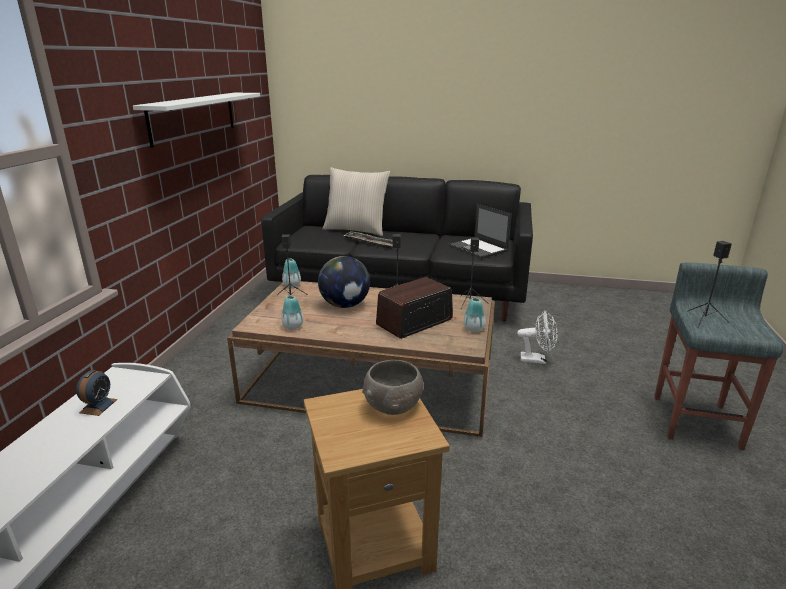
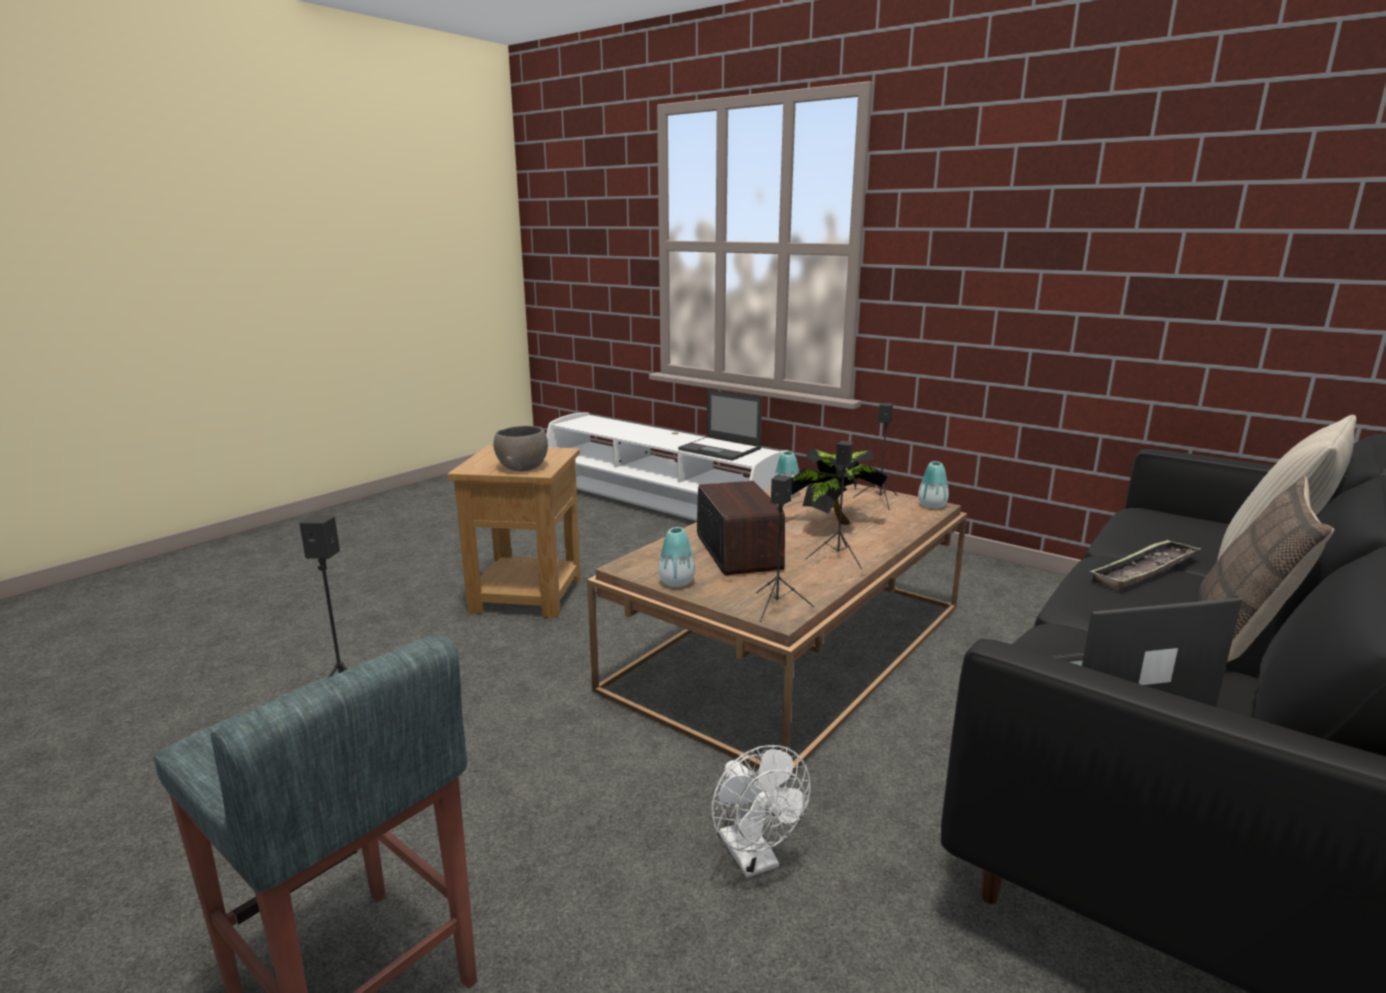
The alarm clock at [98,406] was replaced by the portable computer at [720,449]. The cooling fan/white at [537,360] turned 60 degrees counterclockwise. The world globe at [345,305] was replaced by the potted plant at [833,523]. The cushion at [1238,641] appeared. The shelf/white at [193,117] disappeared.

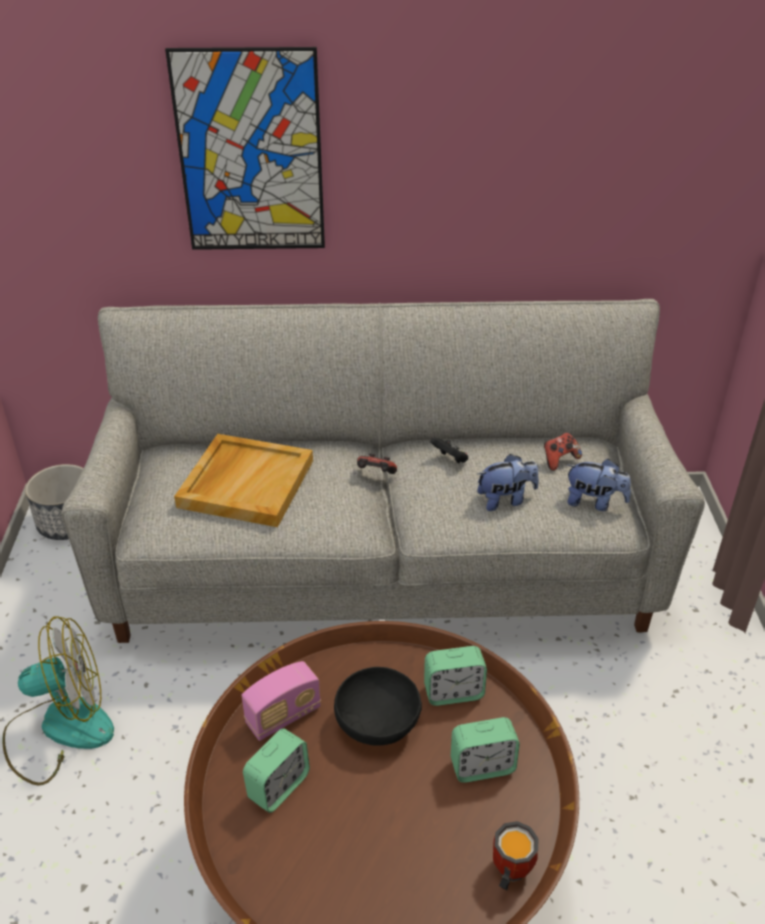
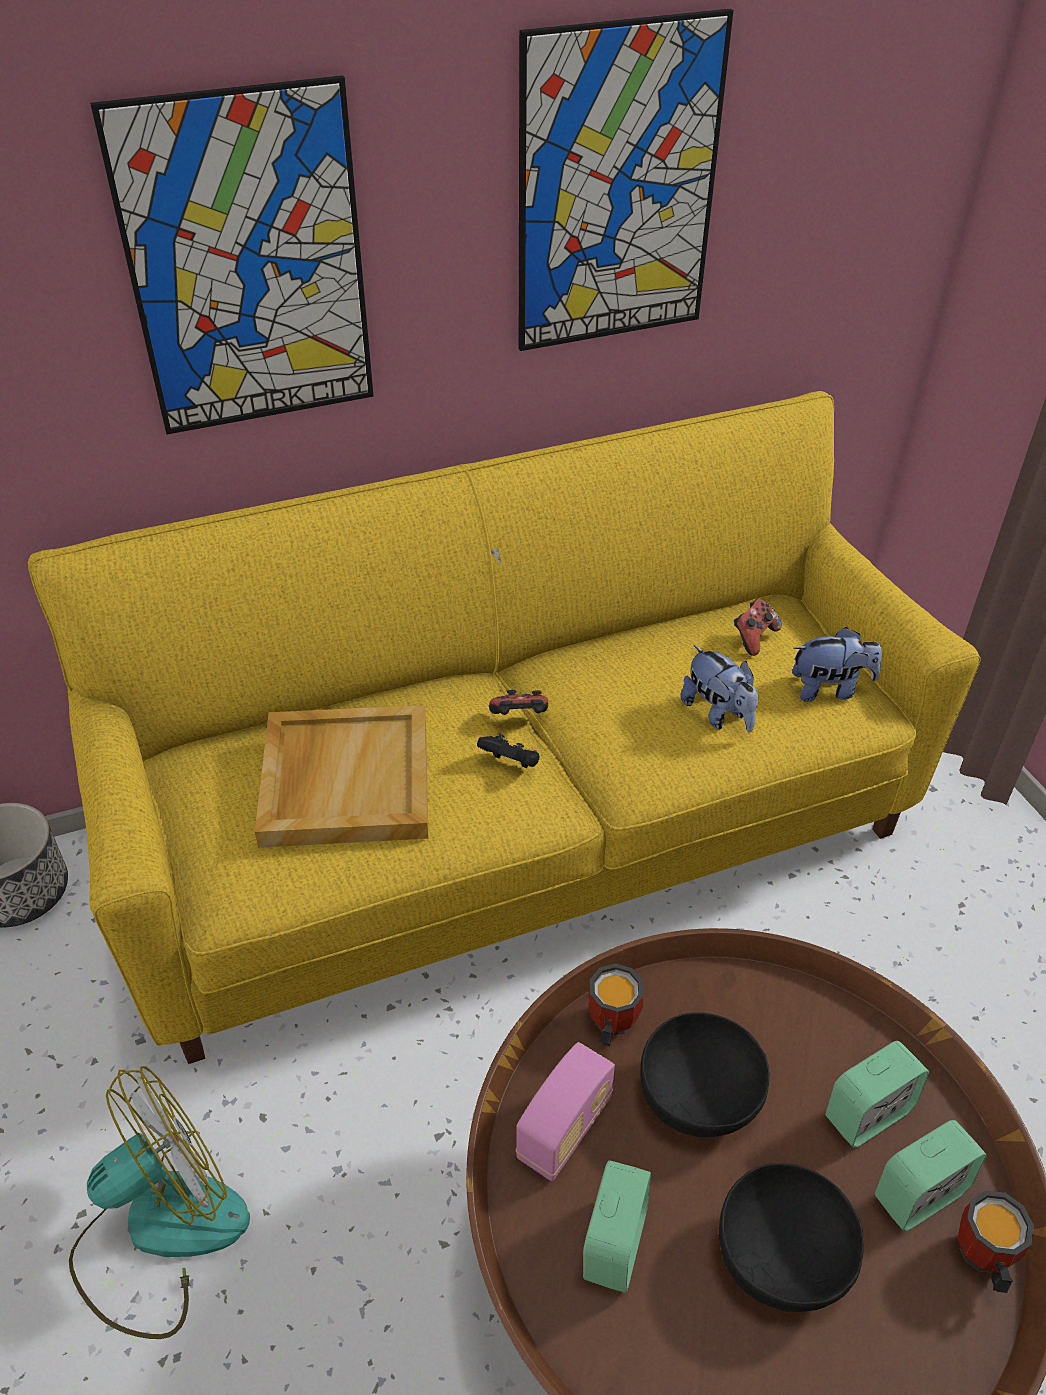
The settee/grey at [382,568] became the settee/yellow at [521,839]. The joypad/blackish moved from [450,459] to [511,763]. The wall picture at [617,189] appeared. The coffee mug at [608,1025] appeared. The cuddly toy at [505,500] turned 90 degrees clockwise. The deep dish/blackish at [783,1254] appeared. The alarm clock moved from [453,692] to [919,1194].

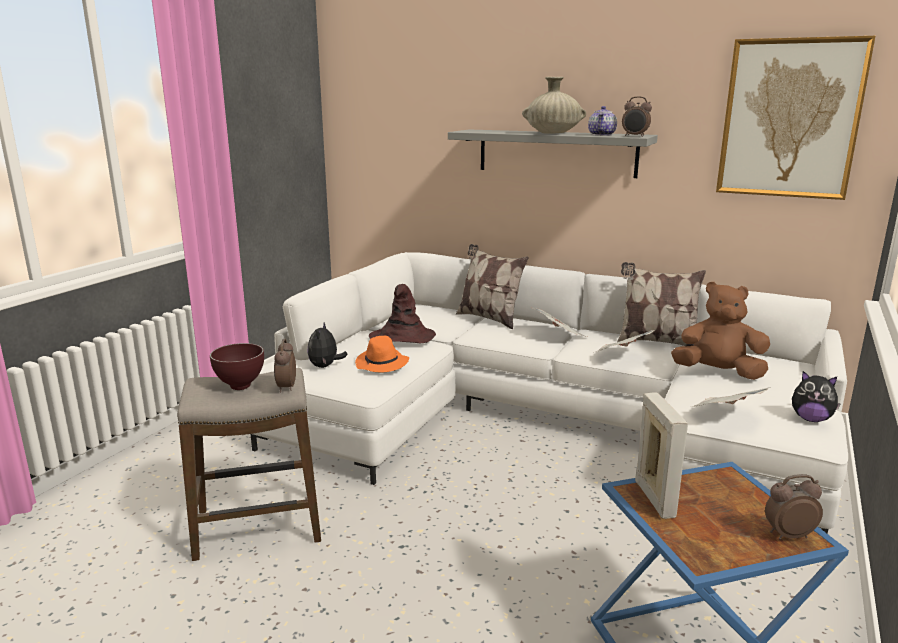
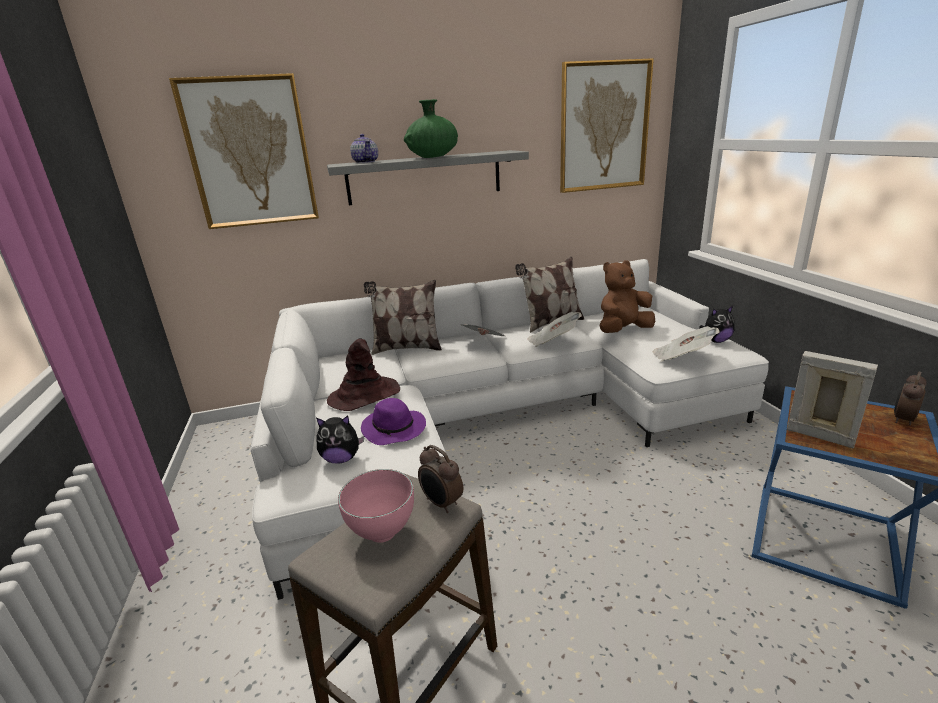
The wall picture at [250,153] appeared. The cuddly toy at [325,366] turned 60 degrees counterclockwise. The deep dish/brown at [240,386] became the deep dish/pink-coloured at [381,533]. The pot for tea moved from [602,135] to [366,162]. The wearable hat/orangey at [382,364] became the wearable hat/purple at [395,429]. The flower vase/sand-coloured at [553,133] became the flower vase/green-coloured at [433,157]. The alarm clock at [635,136] disappeared.

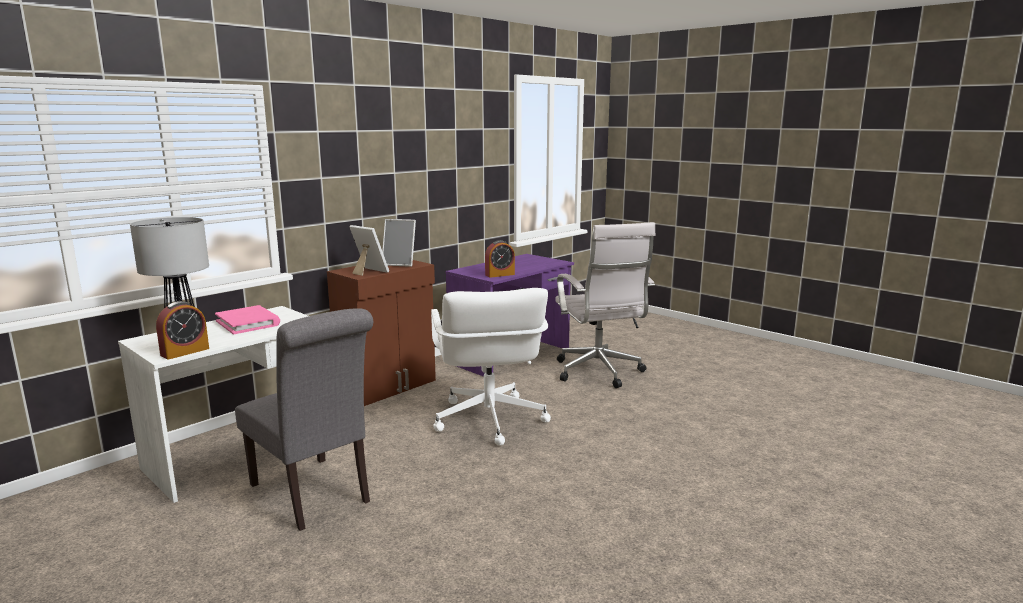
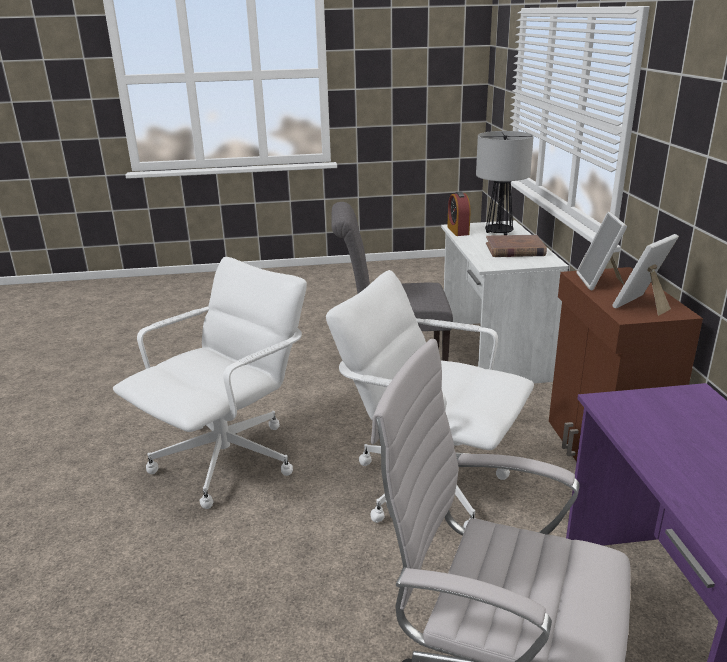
The office chair/white at [228,460] appeared. The book/pink-coloured at [248,323] became the book/brown at [515,249]. The standing frame at [368,272] turned 105 degrees clockwise. The alarm clock at [500,275] disappeared.

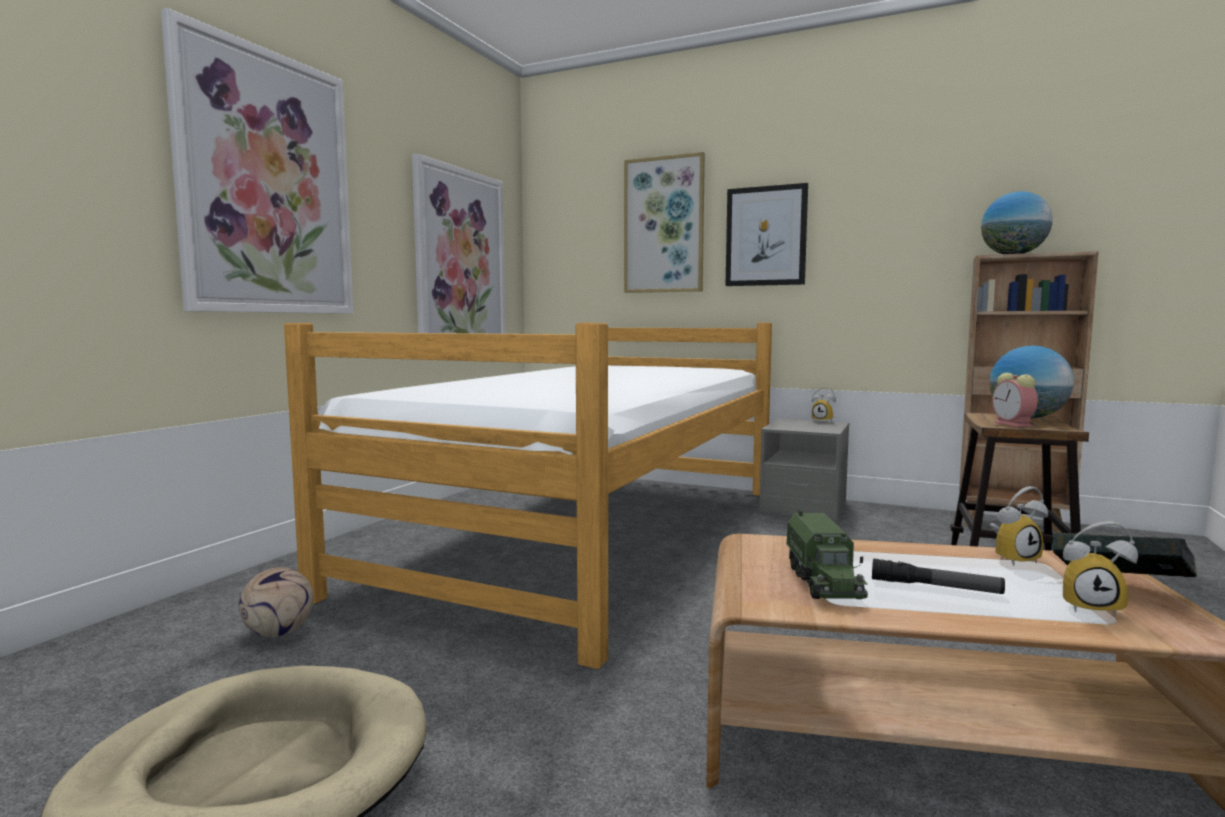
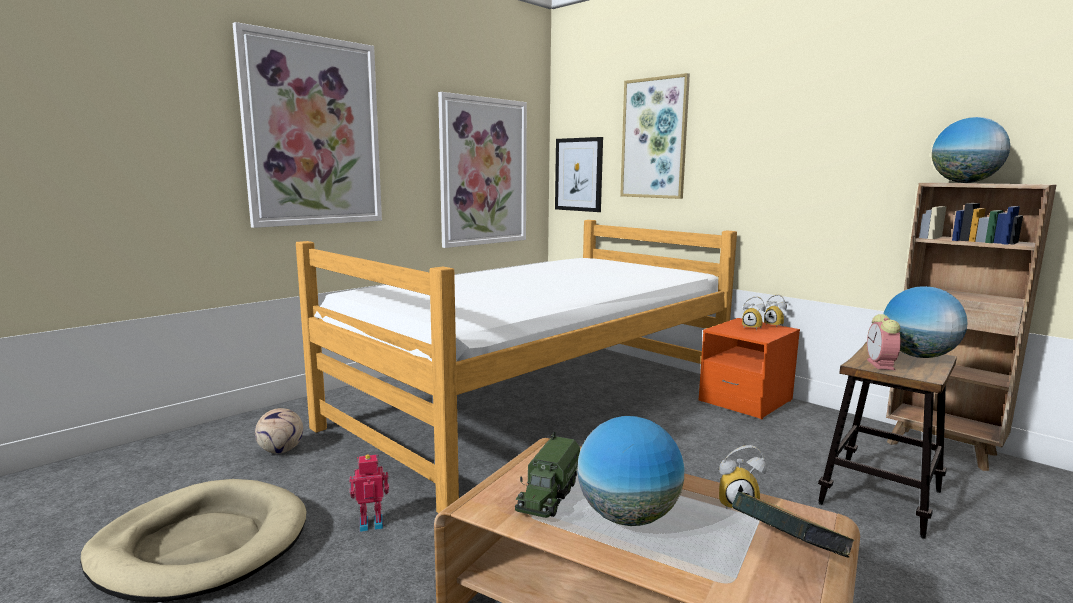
The robot figure at [371,523] appeared. The wall picture moved from [766,236] to [579,174]. The torch at [935,587] was replaced by the world globe at [627,517]. The nightstand/grey at [803,507] became the nightstand/orangey at [745,401]. The alarm clock moved from [1091,607] to [753,327].

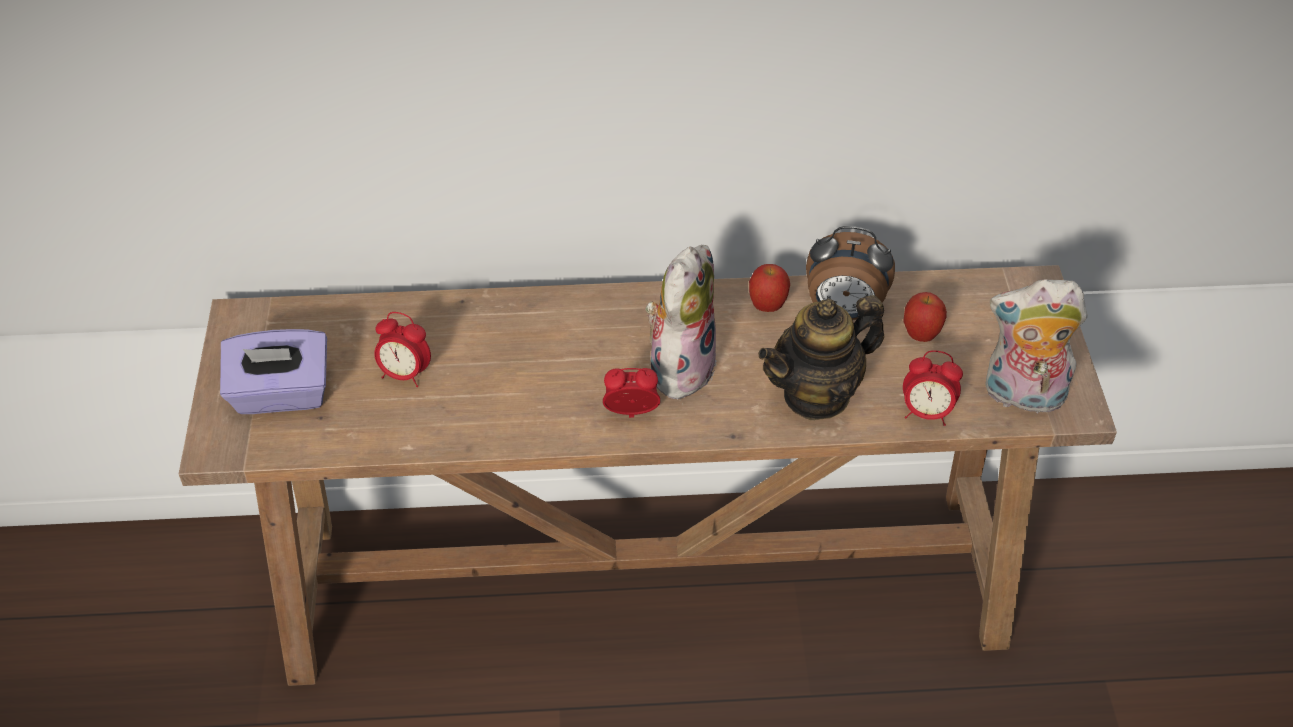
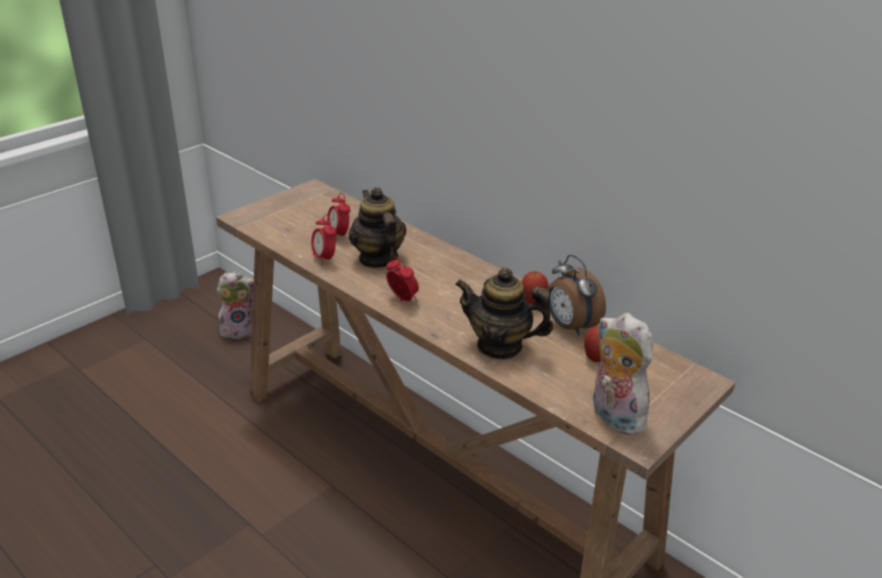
The cuddly toy moved from [680,366] to [239,329]. The alarm clock moved from [926,413] to [324,258]. The pot for tea at [377,258] appeared. The tissue holder/purple at [281,395] disappeared.

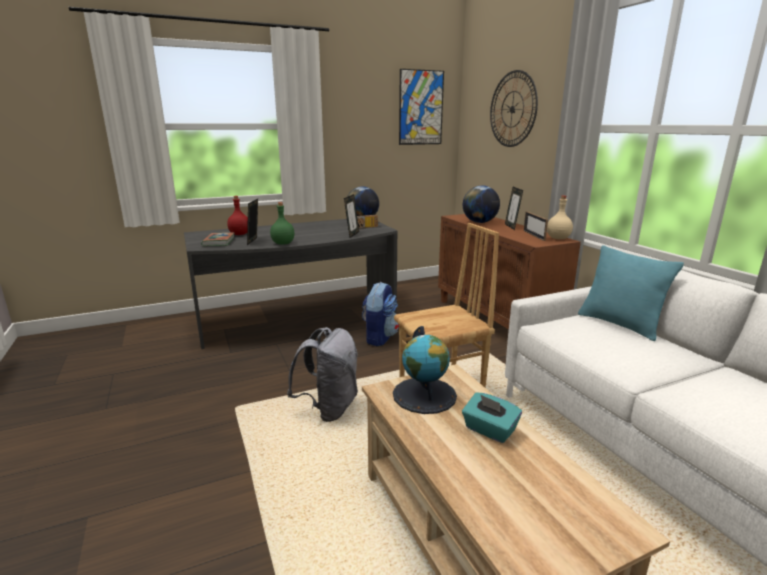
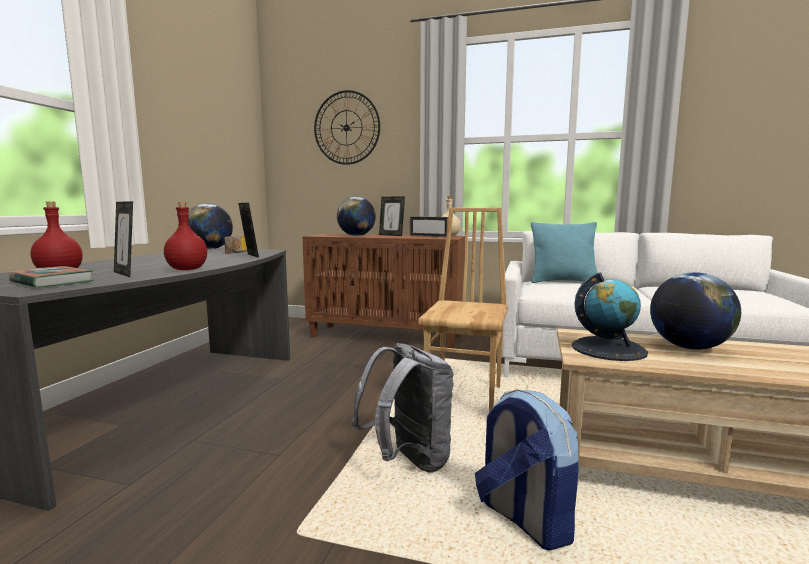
The bottle/green-coloured at [283,243] became the bottle/red-coloured at [187,269]. The backpack moved from [379,337] to [523,519]. The tissue holder/blue-green at [489,430] was replaced by the world globe at [689,347]. The wall picture at [421,108] disappeared.

